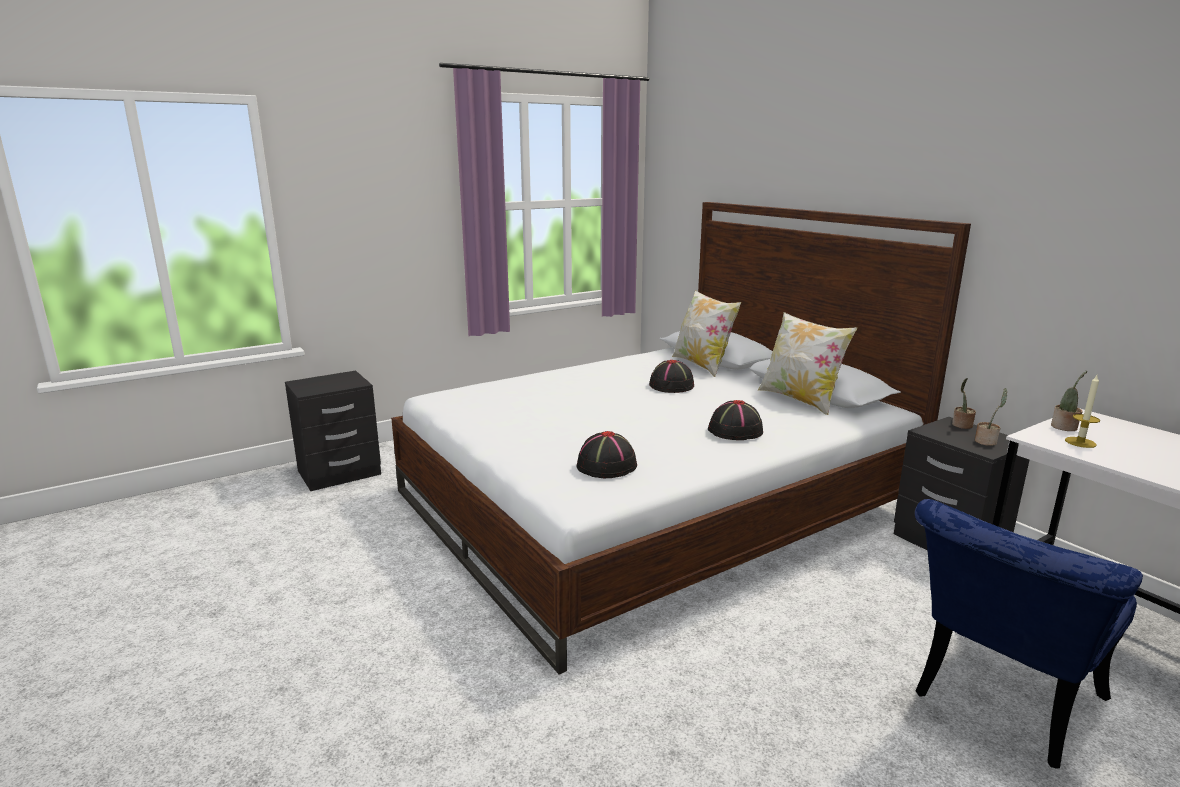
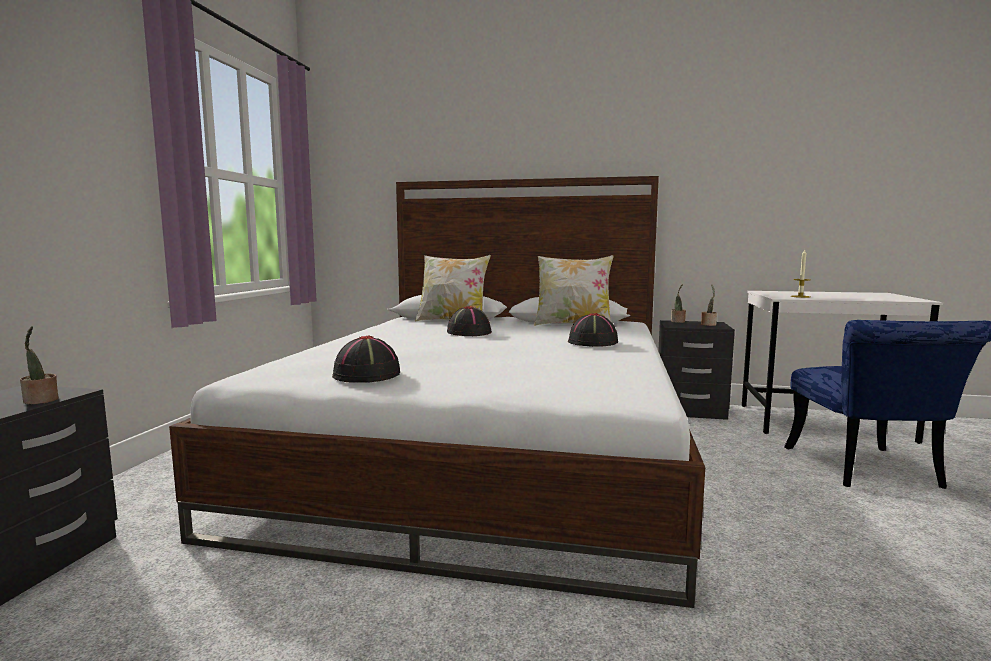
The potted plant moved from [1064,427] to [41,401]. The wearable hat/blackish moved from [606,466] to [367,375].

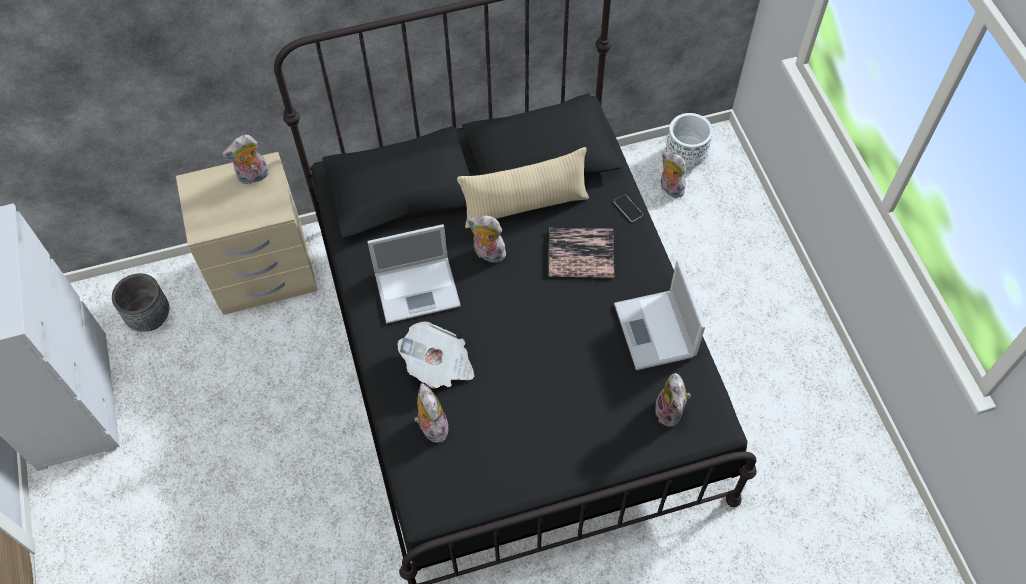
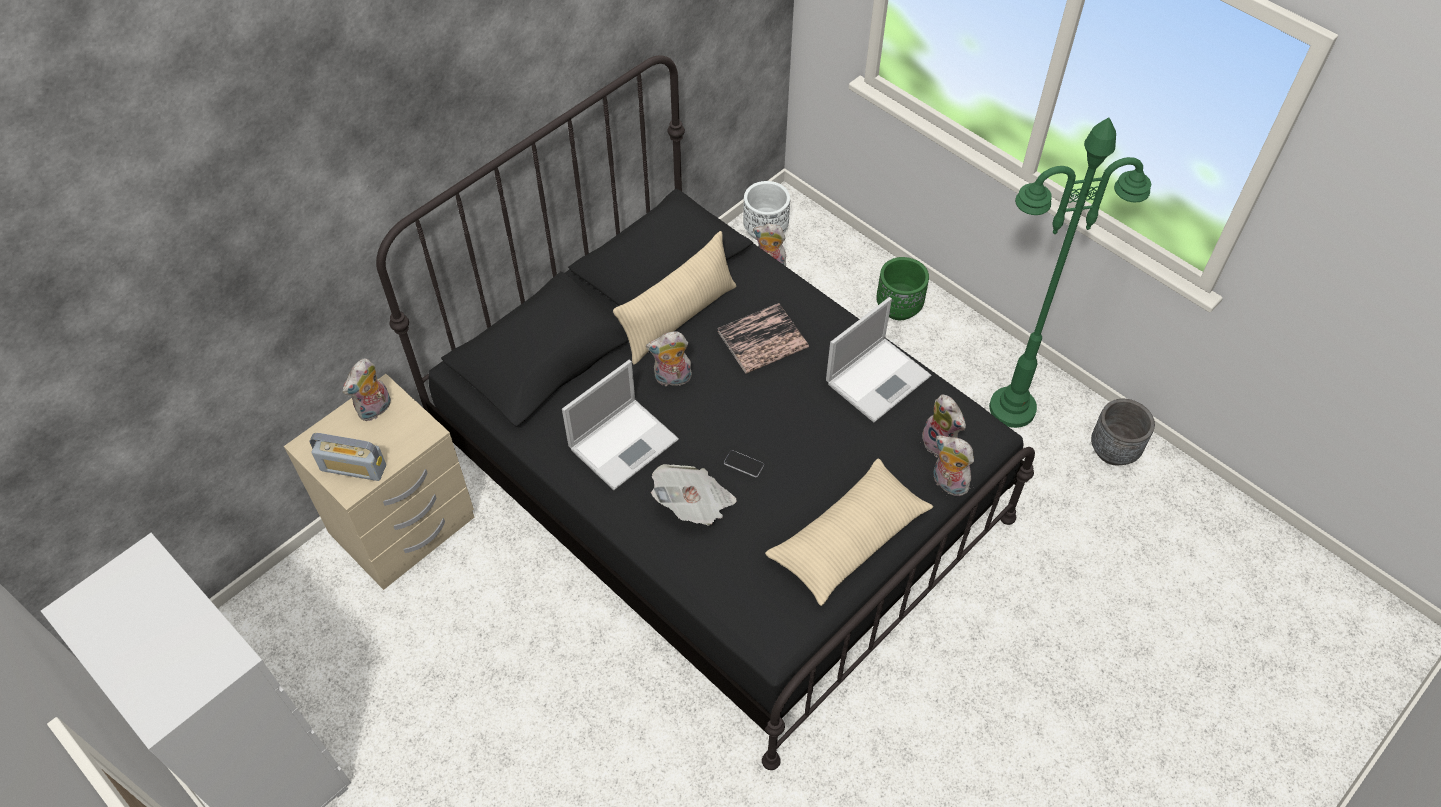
The radio set at [353,468] appeared. The handset moved from [628,208] to [743,464]. The cushion/sand-coloured at [848,538] appeared. The portable computer at [655,331] turned 90 degrees counterclockwise. The planter/green-coloured at [898,307] appeared. The cuddly toy moved from [431,426] to [947,483]. The floor lamp/green-coloured at [1011,409] appeared. The planter/grey moved from [150,317] to [1113,450].

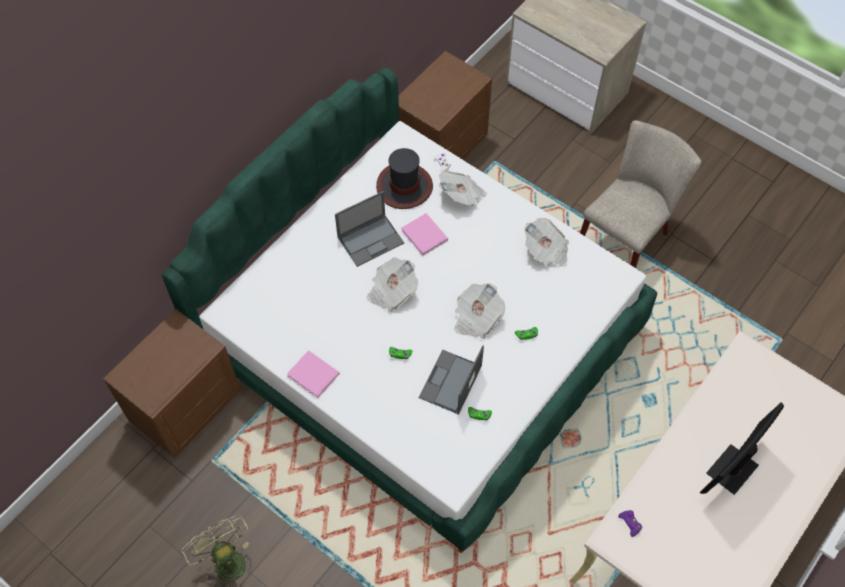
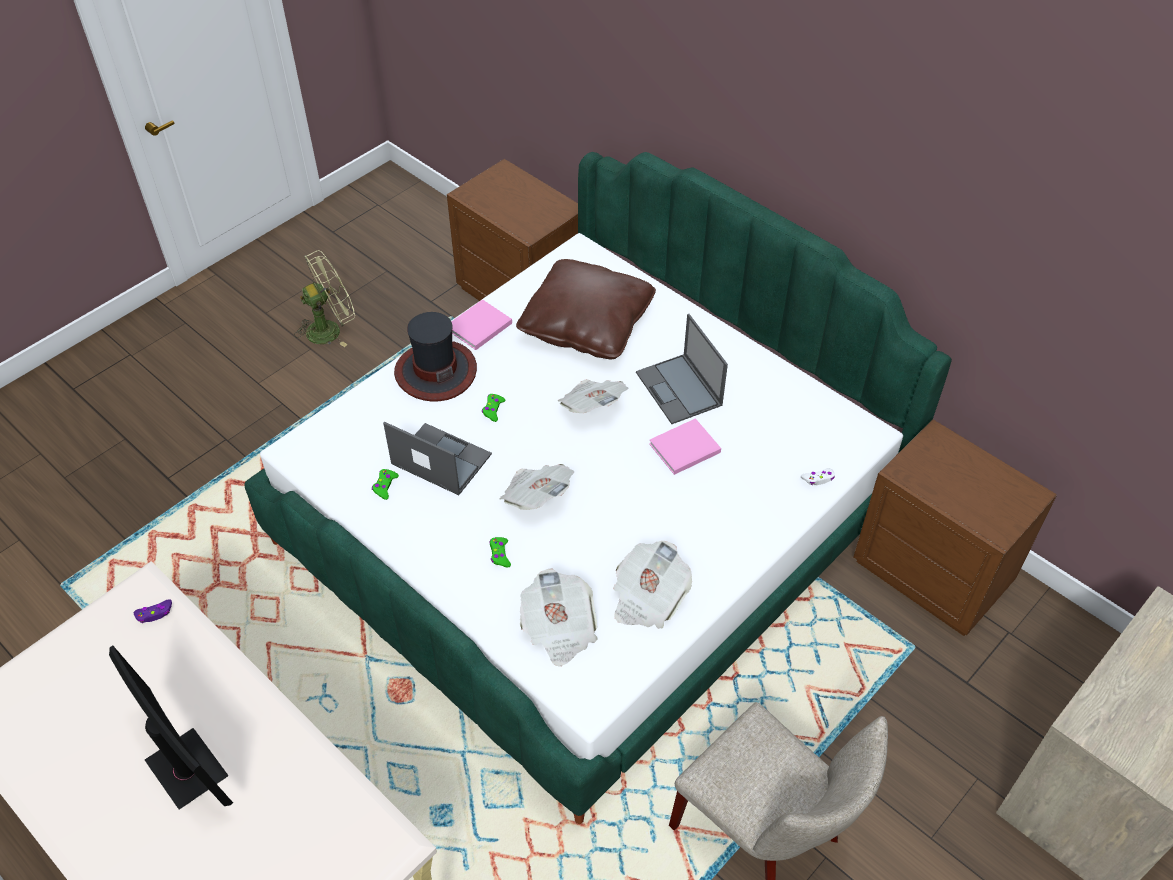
The wearable hat moved from [404,186] to [435,371]. The cushion/brown at [586,324] appeared. The printed paper moved from [462,195] to [559,629].

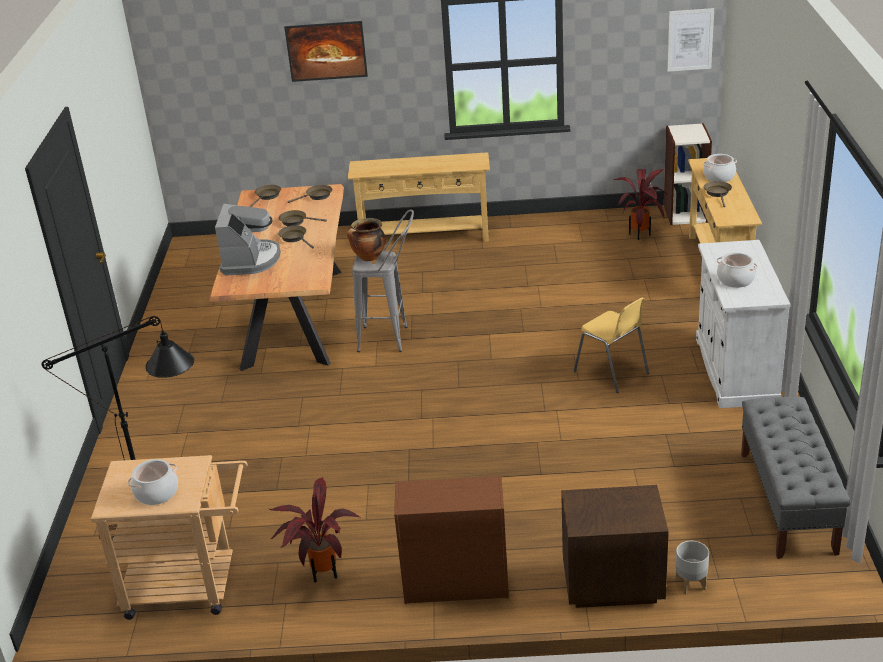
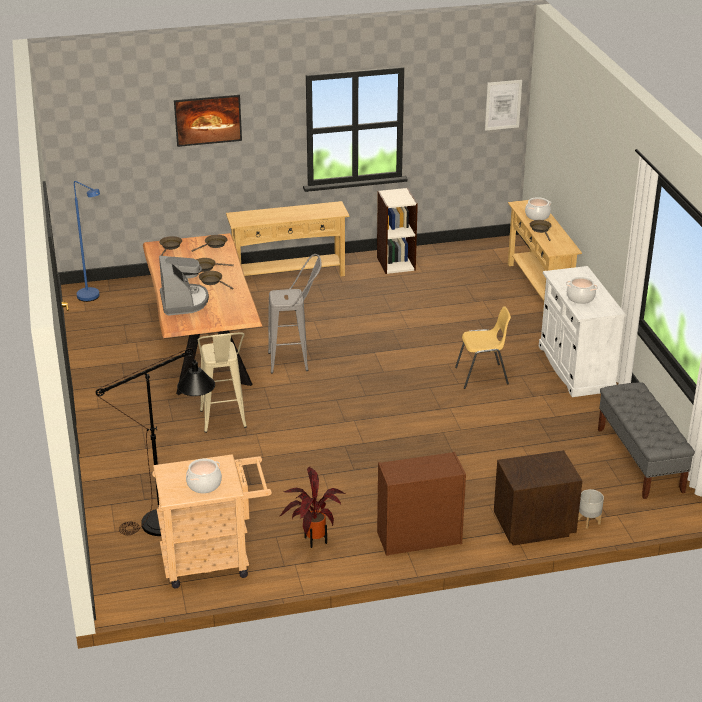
The floor lamp/blue at [93,298] appeared. The sitting stool/sand-coloured at [224,424] appeared. The shelving unit moved from [685,213] to [396,263]. The upright chair/yellow at [612,373] turned 45 degrees counterclockwise. The stockpot at [369,258] disappeared. The potted plant at [642,234] disappeared.

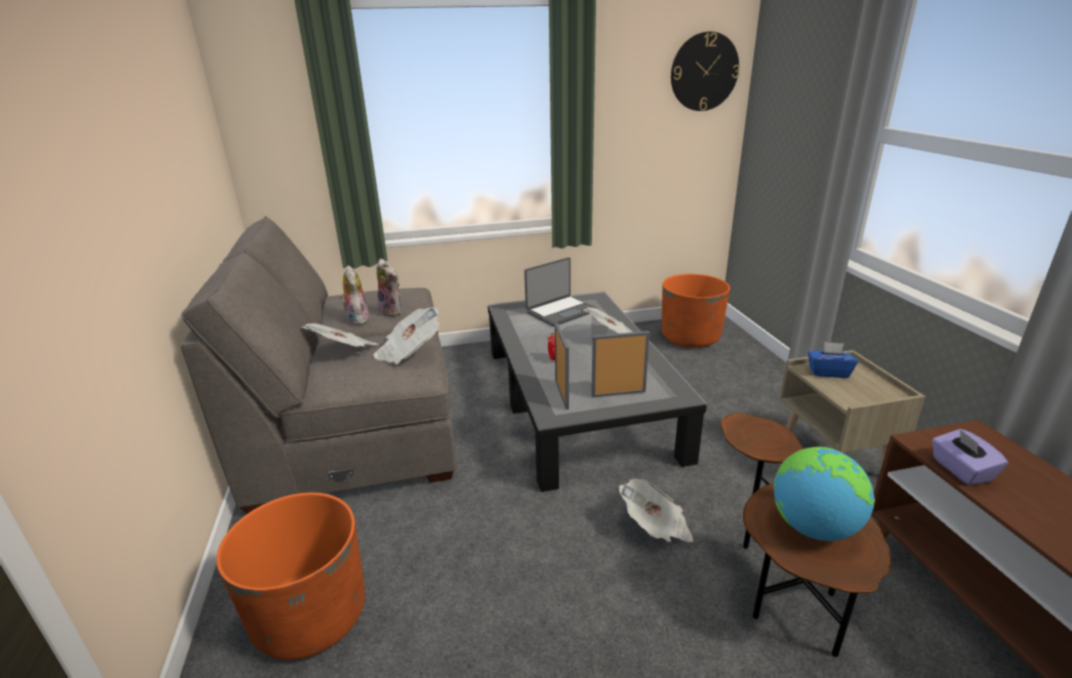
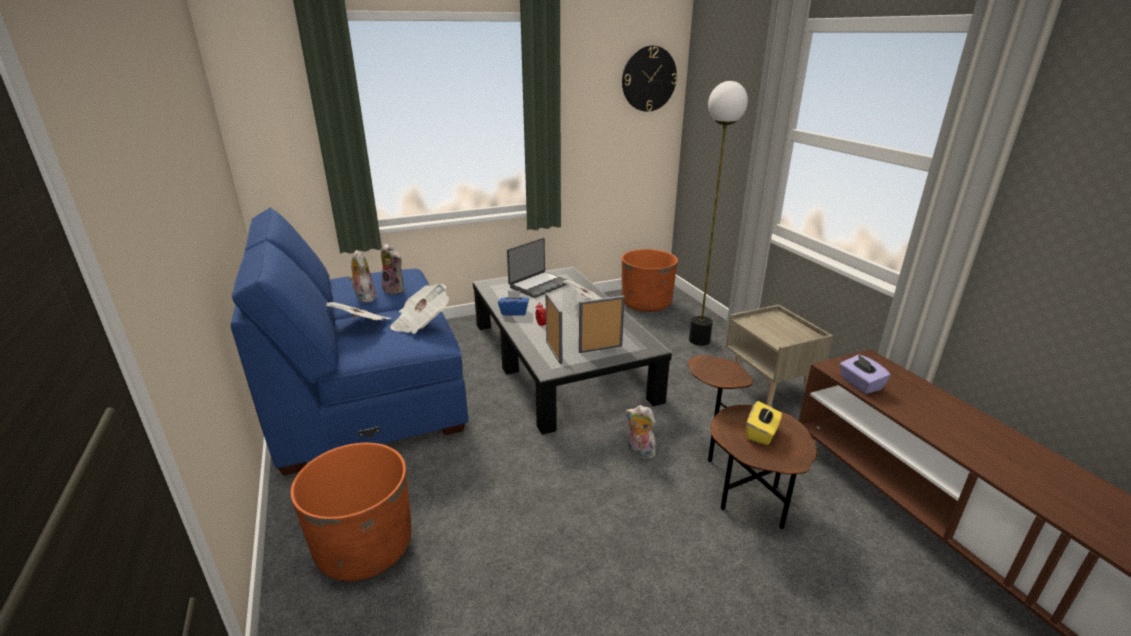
The settee/grey at [358,424] became the settee/blue at [367,393]. The tissue holder/blue moved from [828,372] to [514,312]. The printed paper at [655,526] was replaced by the cuddly toy at [639,452]. The floor lamp at [699,340] appeared. The world globe at [813,527] was replaced by the tissue holder/yellow at [761,433].

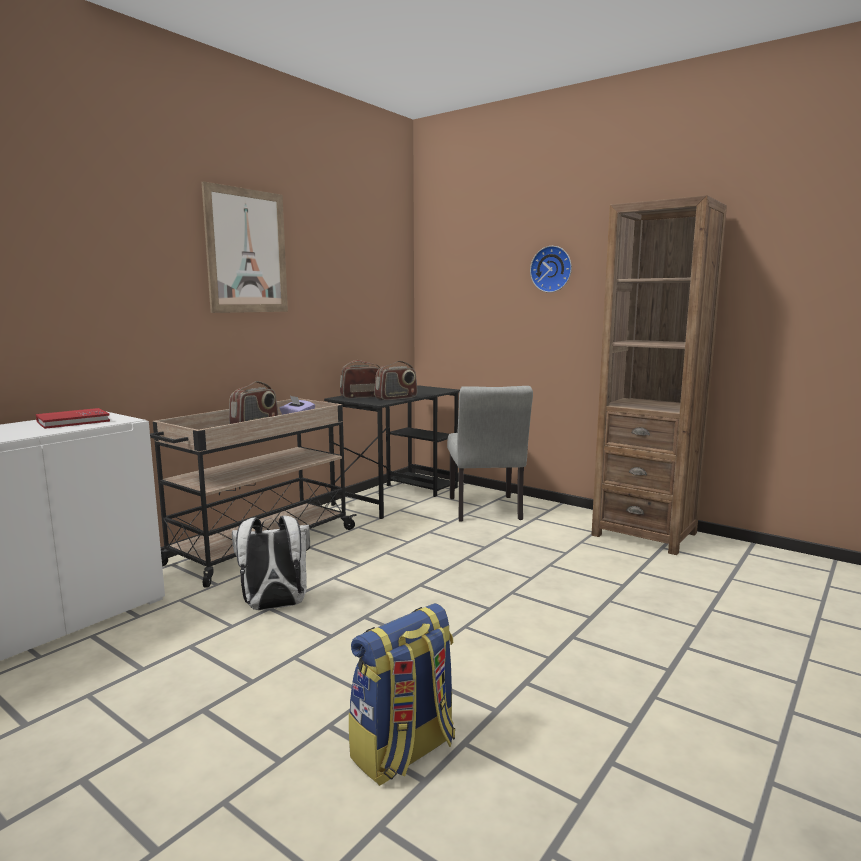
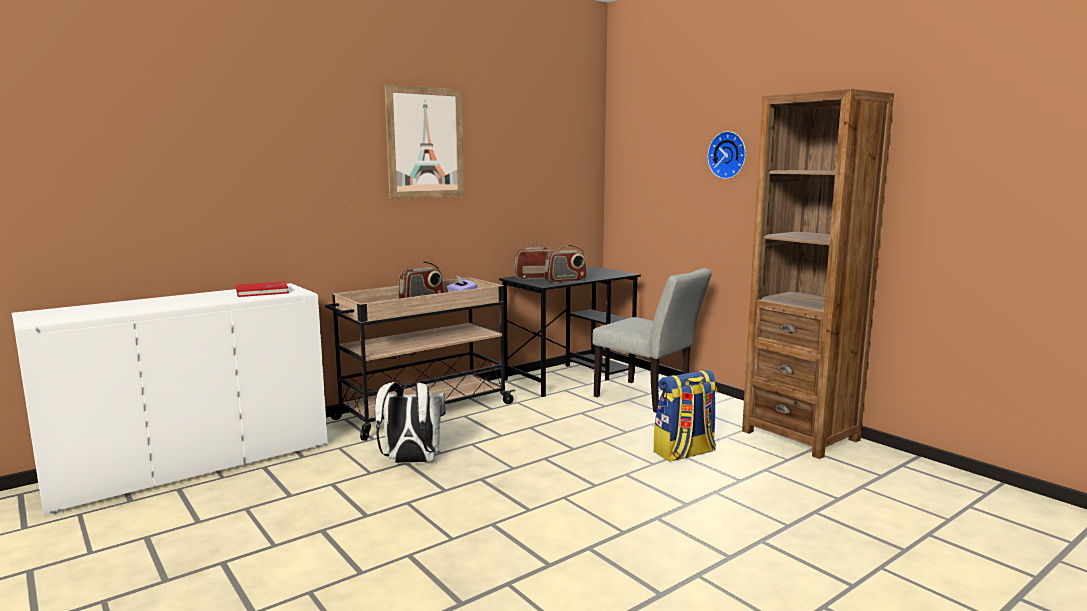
The upright chair/grey at [486,511] turned 60 degrees counterclockwise. The backpack moved from [404,752] to [684,453].

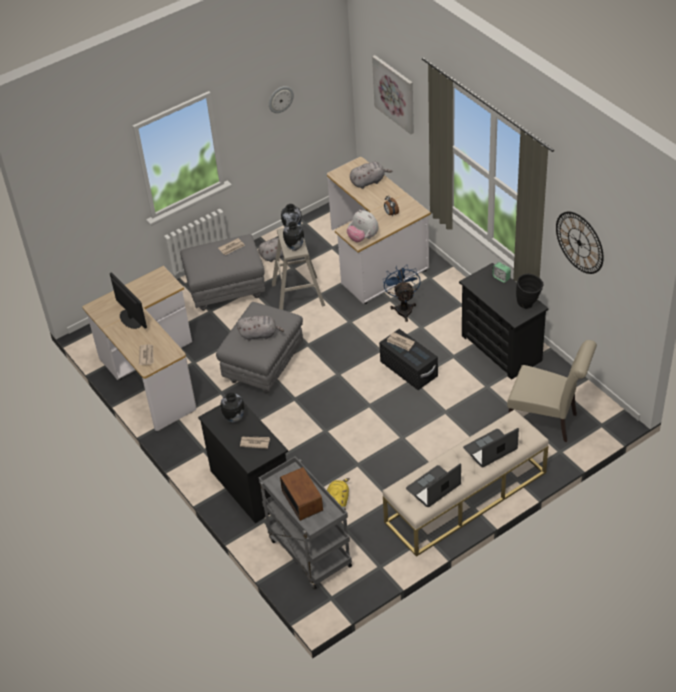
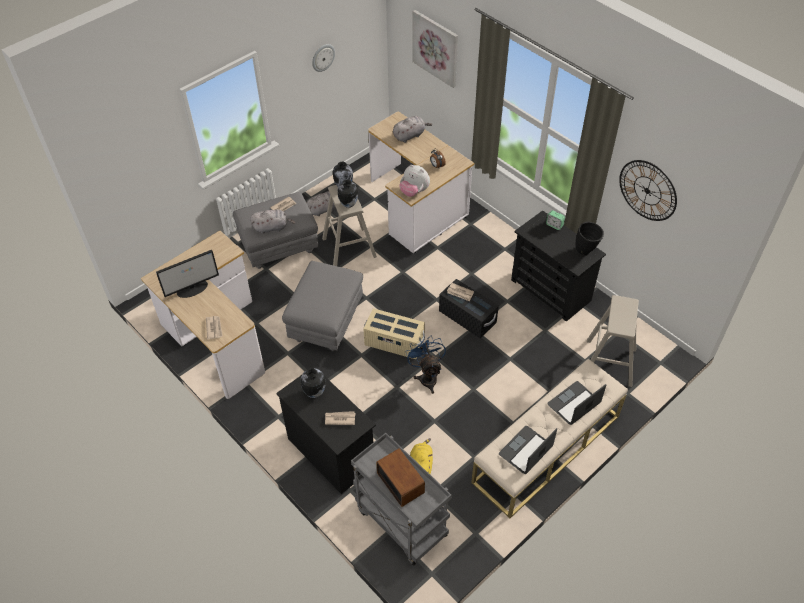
The computer screen at [130,319] turned 105 degrees clockwise. The cuddly toy/grey moved from [260,334] to [272,227]. The storage container/sand-coloured at [394,343] appeared. The cooling fan/blue moved from [403,308] to [427,377]. The upright chair/sand-coloured at [547,422] was replaced by the sitting stool/sand-coloured at [609,363].

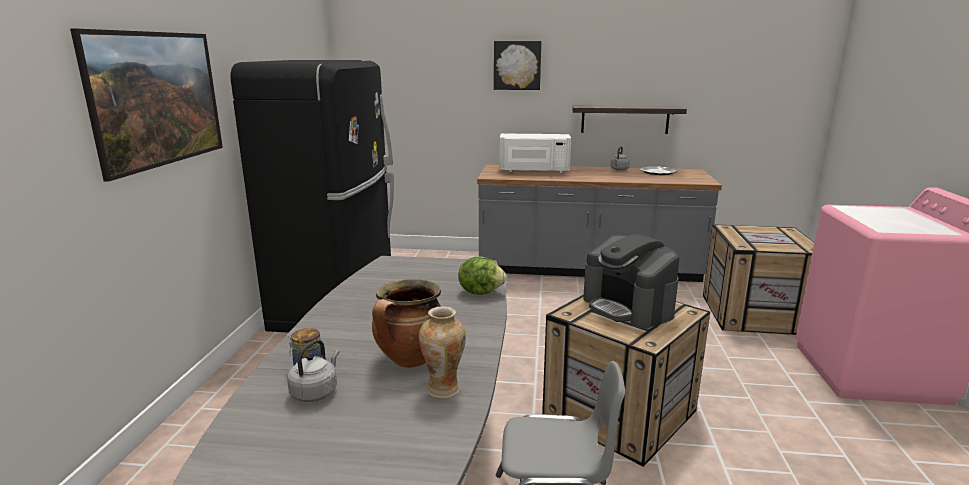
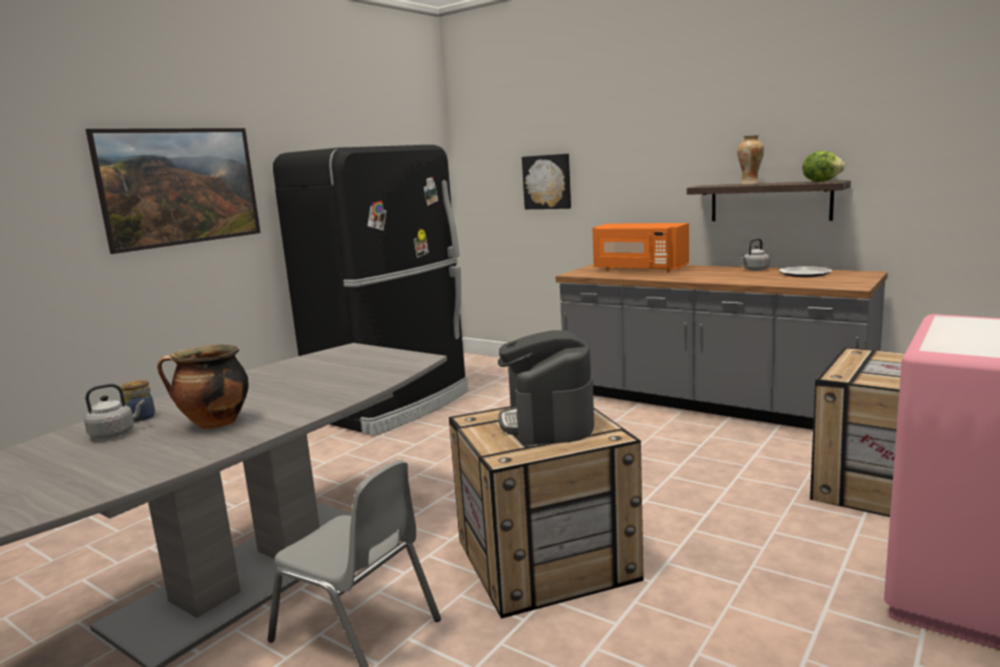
The wall picture moved from [517,65] to [547,182]. The kitchen microwave/white at [534,170] became the kitchen microwave/orangey at [639,269]. The flower vase moved from [444,389] to [750,184]. The head of lettuce moved from [481,292] to [821,181].

